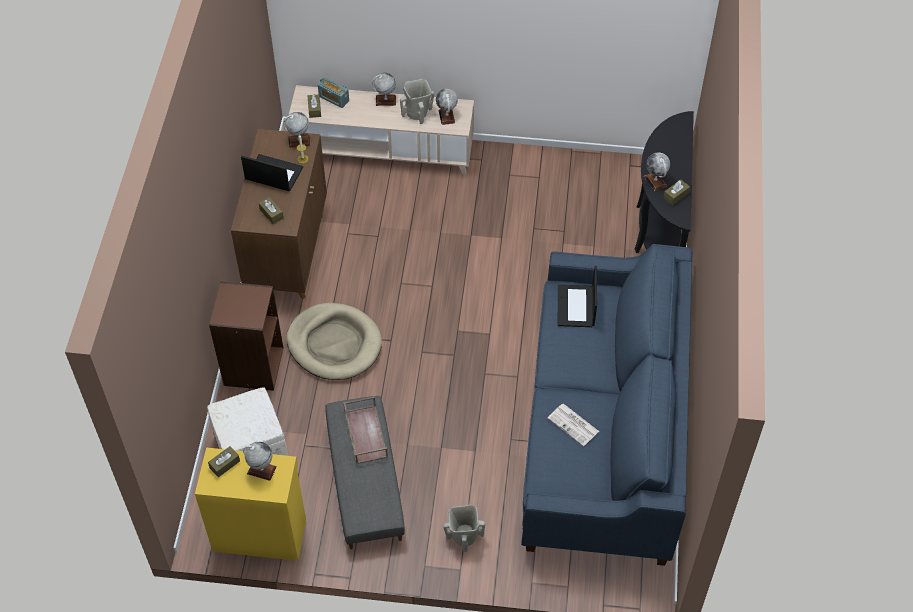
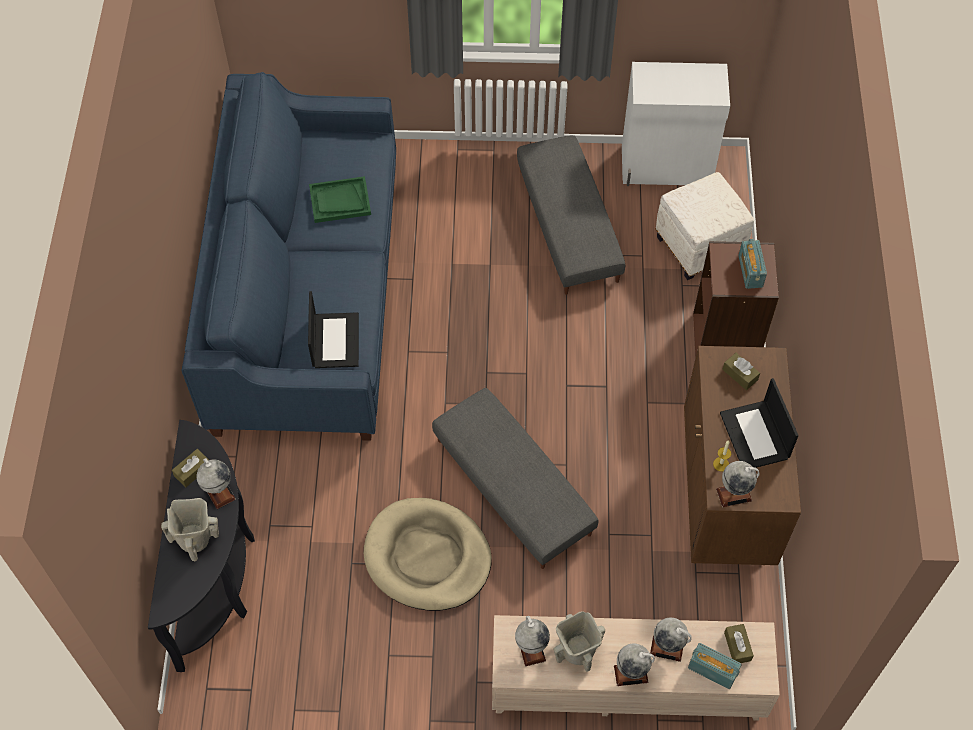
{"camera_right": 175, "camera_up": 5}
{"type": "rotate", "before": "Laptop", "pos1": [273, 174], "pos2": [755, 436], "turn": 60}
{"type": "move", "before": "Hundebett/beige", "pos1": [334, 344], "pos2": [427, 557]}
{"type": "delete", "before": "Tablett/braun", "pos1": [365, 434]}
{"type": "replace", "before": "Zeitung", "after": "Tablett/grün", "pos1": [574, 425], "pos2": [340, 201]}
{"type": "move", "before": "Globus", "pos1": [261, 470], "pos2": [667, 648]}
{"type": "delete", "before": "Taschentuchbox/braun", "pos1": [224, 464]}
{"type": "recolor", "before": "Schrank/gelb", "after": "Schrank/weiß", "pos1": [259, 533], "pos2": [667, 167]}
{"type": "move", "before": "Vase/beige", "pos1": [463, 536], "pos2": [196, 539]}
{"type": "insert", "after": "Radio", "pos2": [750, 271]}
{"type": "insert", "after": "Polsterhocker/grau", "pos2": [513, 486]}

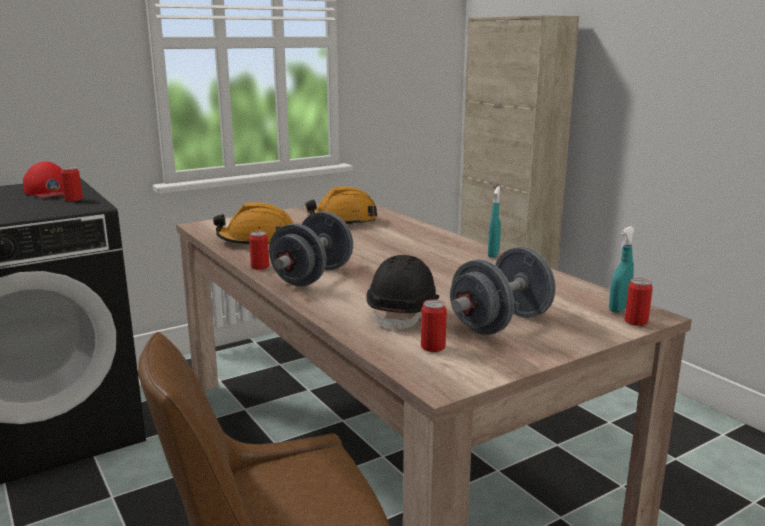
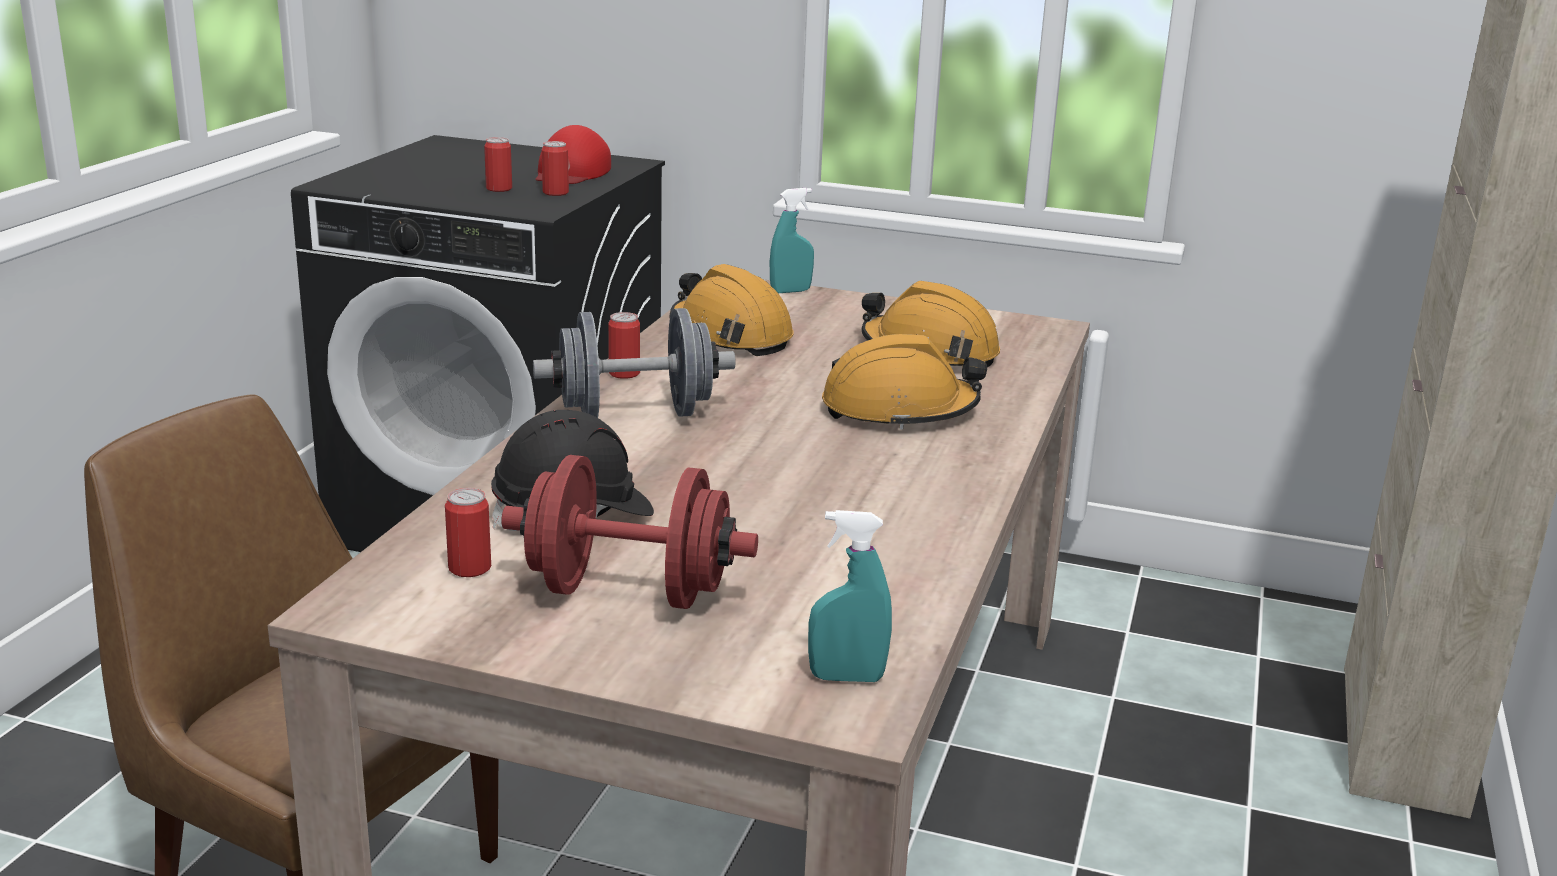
{"camera_right": 50, "camera_up": 5}
{"type": "move", "before": "Sprühflasche/türkis", "pos1": [493, 254], "pos2": [790, 291]}
{"type": "recolor", "before": "Hantel/grau", "after": "Hantel/rot", "pos1": [501, 323], "pos2": [629, 592]}
{"type": "move", "before": "Dose", "pos1": [636, 321], "pos2": [499, 189]}
{"type": "insert", "after": "Schutzhelm/orange", "pos2": [899, 410]}

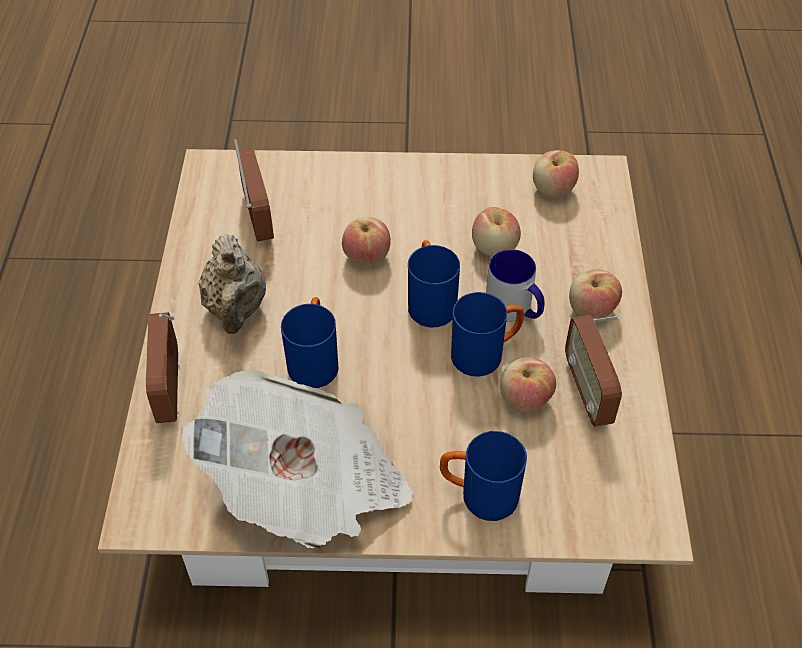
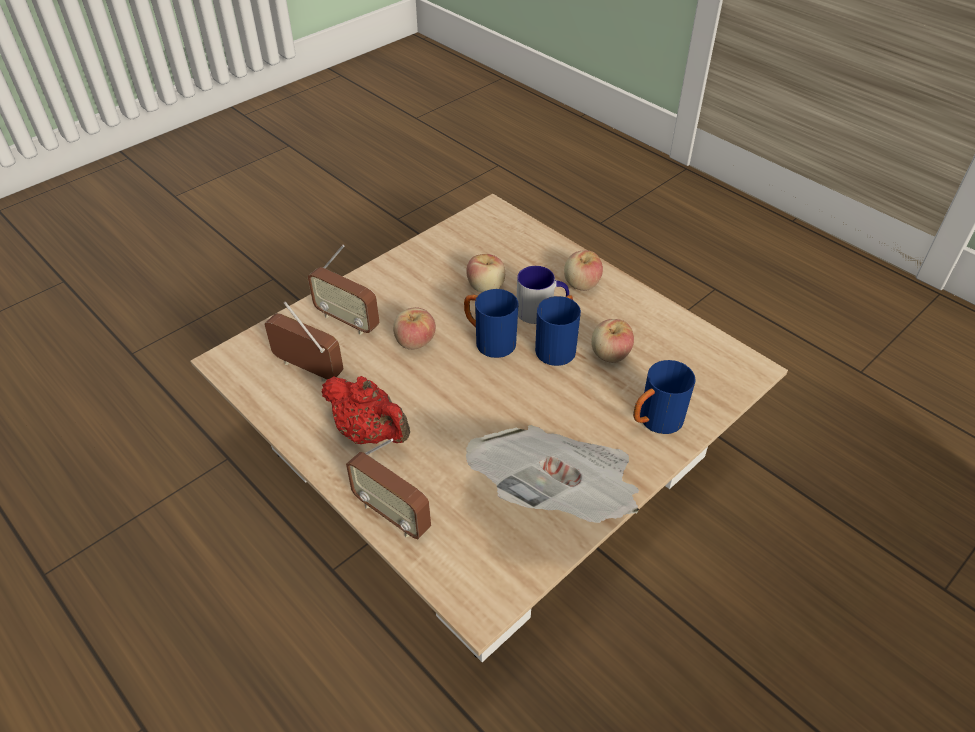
{"camera_right": -45, "camera_up": -5}
{"type": "delete", "before": "Apfel", "pos1": [553, 189]}
{"type": "recolor", "before": "Teekanne/beige", "after": "Teekanne/rot", "pos1": [236, 309], "pos2": [370, 433]}
{"type": "delete", "before": "Henkelbecher/blau", "pos1": [314, 360]}
{"type": "move", "before": "Radio", "pos1": [588, 392], "pos2": [347, 320]}

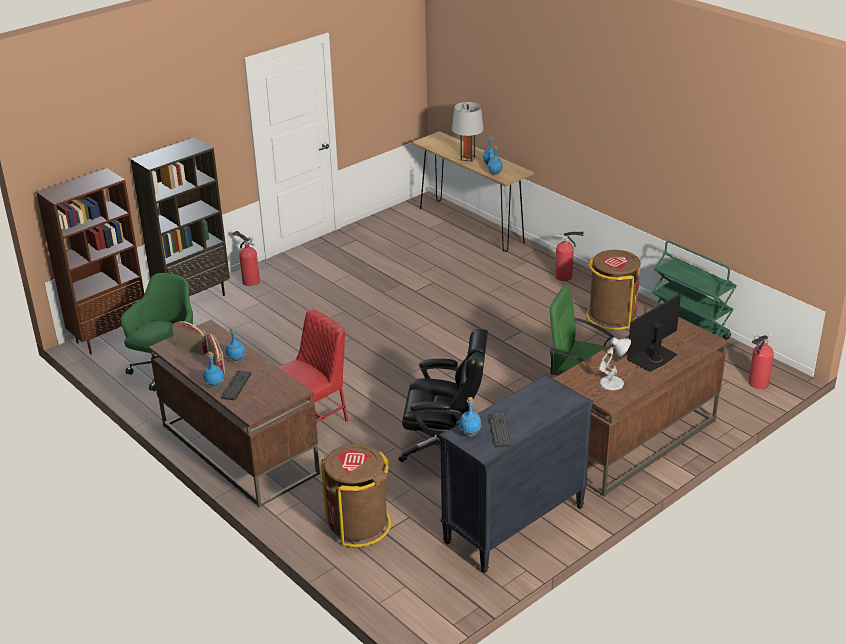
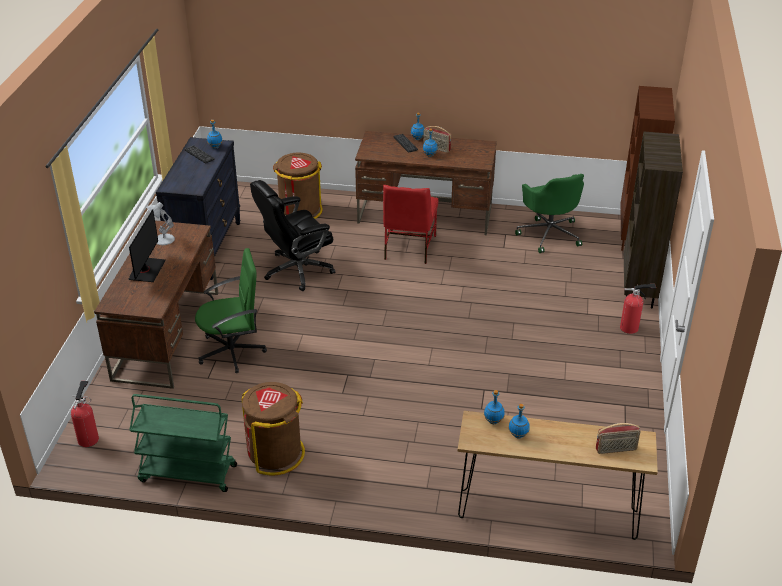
{"camera_right": 140, "camera_up": 5}
{"type": "delete", "before": "Tischlampe/grau", "pos1": [467, 158]}
{"type": "delete", "before": "Feuerlöscher", "pos1": [565, 276]}
{"type": "move", "before": "Radio", "pos1": [192, 348], "pos2": [616, 449]}

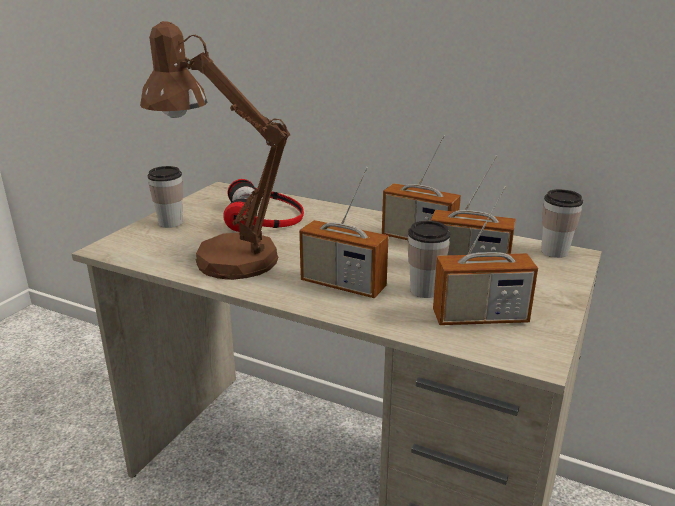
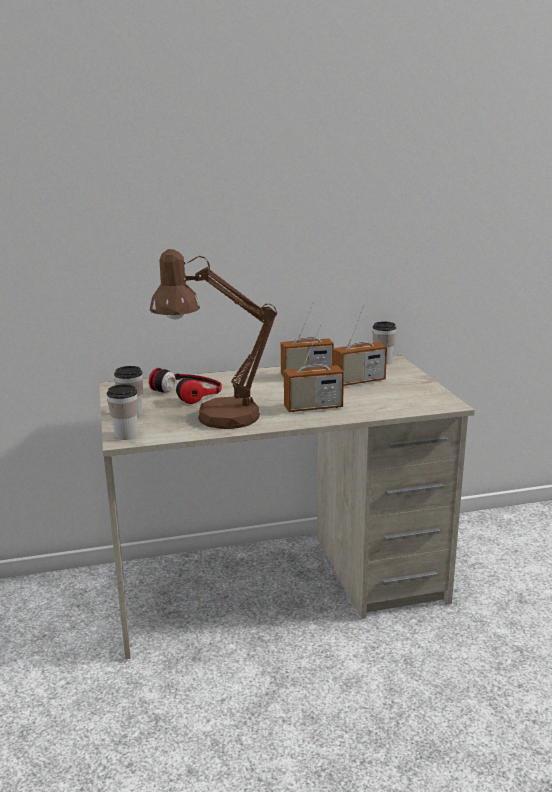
{"camera_right": -40, "camera_up": -5}
{"type": "delete", "before": "Radio", "pos1": [480, 318]}
{"type": "move", "before": "Tasse", "pos1": [425, 290], "pos2": [126, 435]}

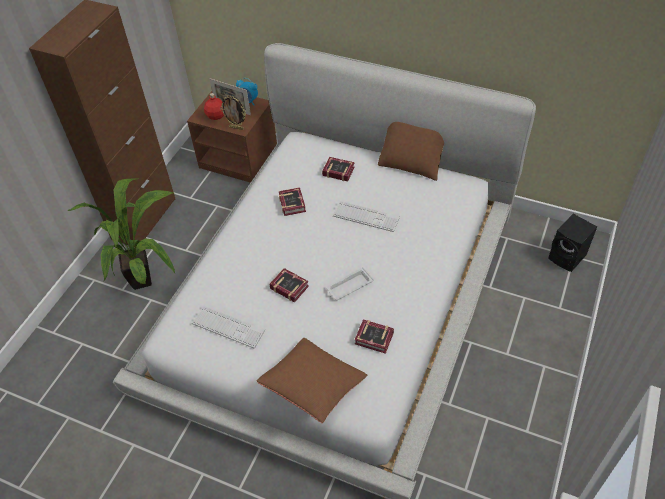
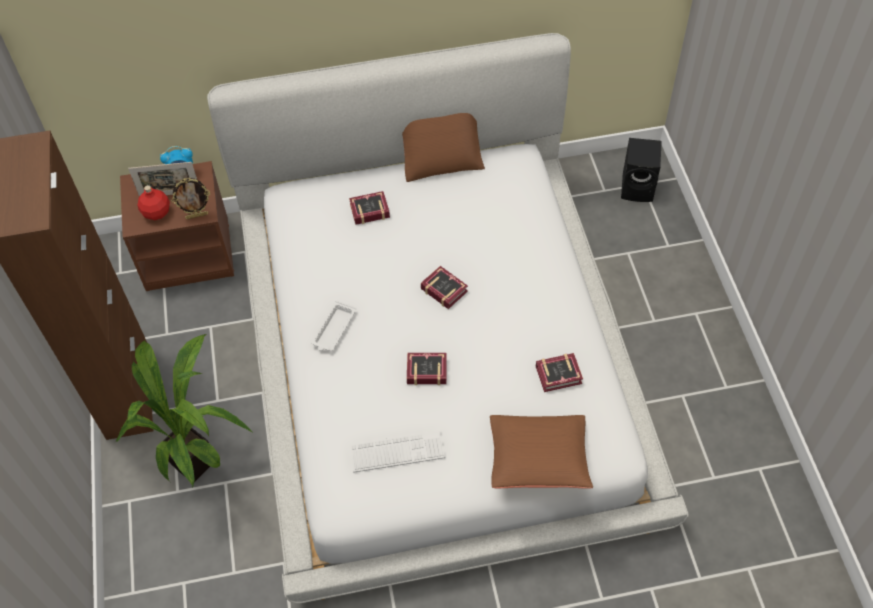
{"camera_right": -35, "camera_up": 5}
{"type": "move", "before": "Buch", "pos1": [293, 203], "pos2": [443, 288]}
{"type": "delete", "before": "Tastatur", "pos1": [366, 216]}
{"type": "move", "before": "Tablett/weiß", "pos1": [349, 286], "pos2": [333, 329]}

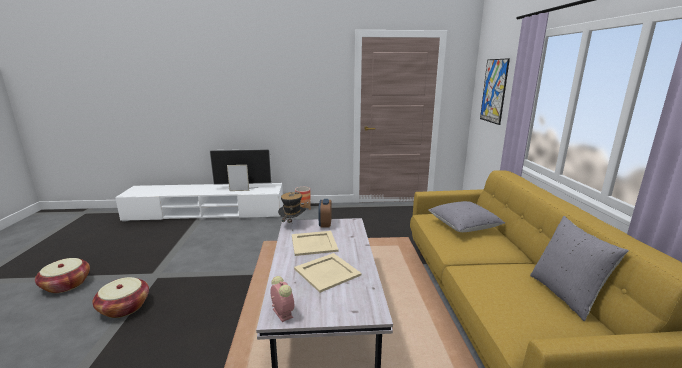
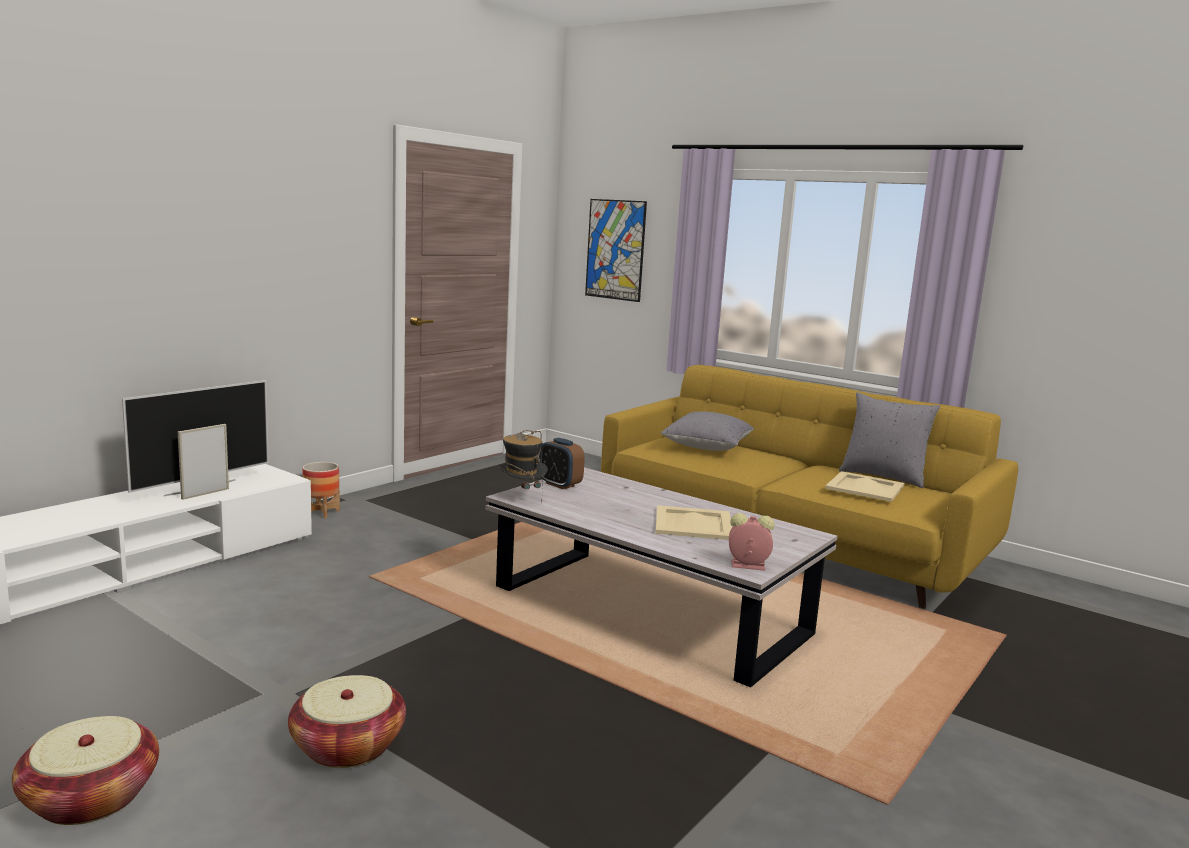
{"camera_right": -50, "camera_up": -5}
{"type": "move", "before": "Tablett/beige", "pos1": [314, 243], "pos2": [864, 487]}

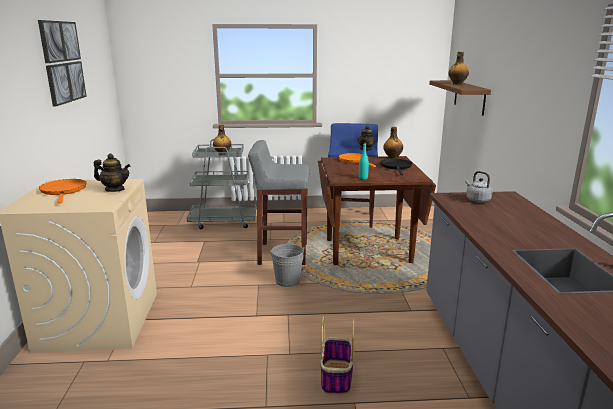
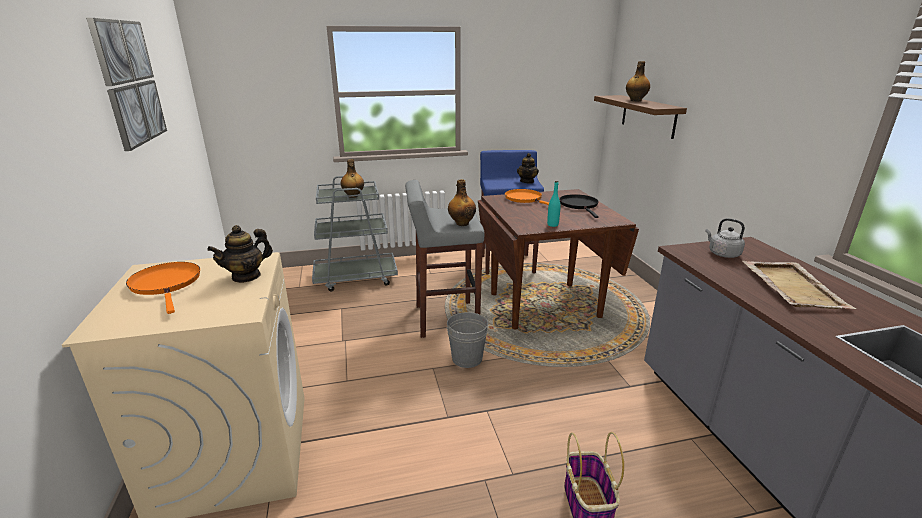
{"camera_right": -10, "camera_up": 5}
{"type": "move", "before": "Flasche", "pos1": [392, 158], "pos2": [462, 223]}
{"type": "rotate", "before": "Teekanne", "pos1": [115, 190], "pos2": [246, 276], "turn": 135}
{"type": "insert", "after": "Tablett/beige", "pos2": [791, 286]}

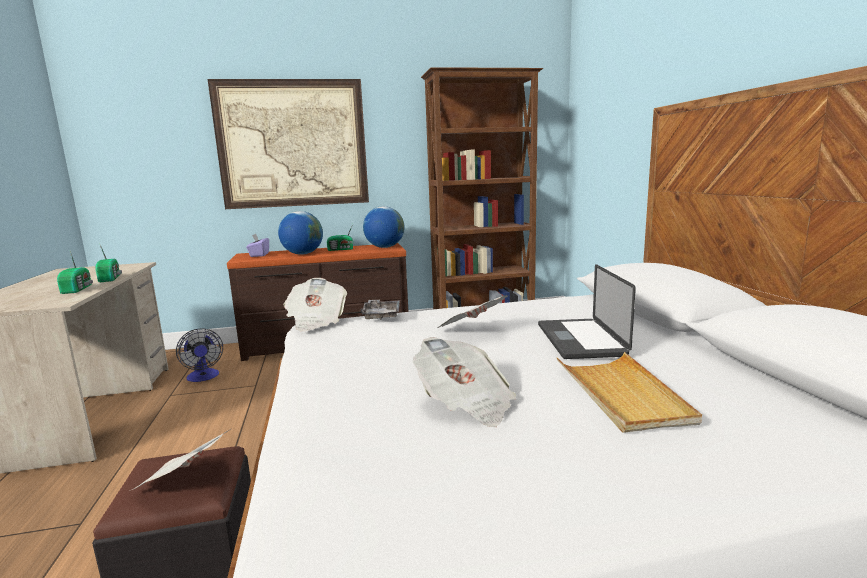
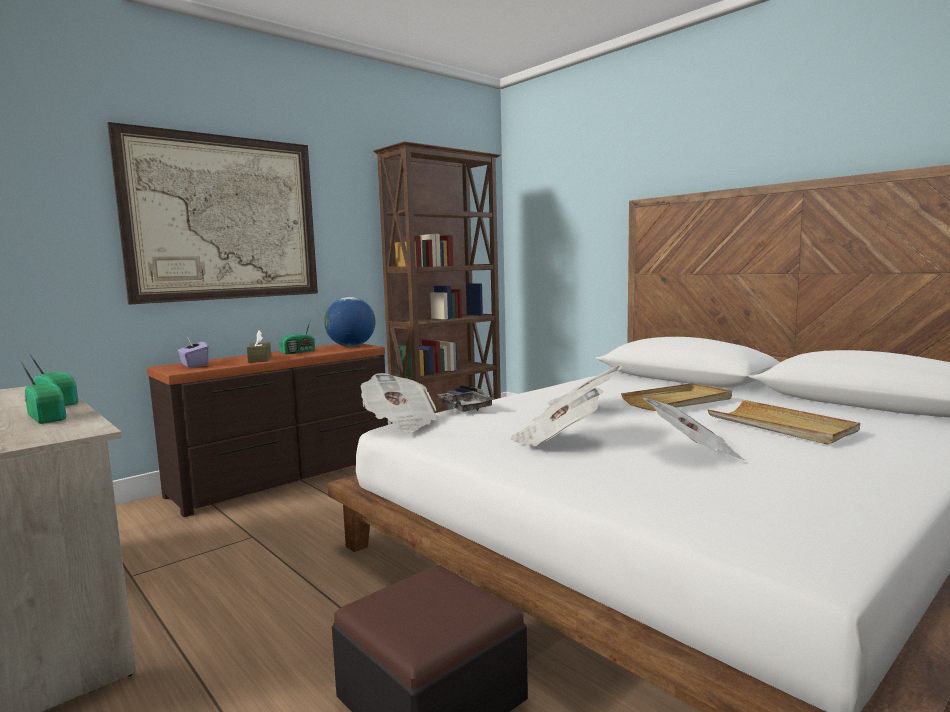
{"camera_right": -30, "camera_up": -5}
{"type": "replace", "before": "Globus", "after": "Taschentuchbox/braun", "pos1": [302, 254], "pos2": [259, 359]}
{"type": "replace", "before": "Laptop", "after": "Tablett/beige", "pos1": [580, 340], "pos2": [678, 401]}
{"type": "delete", "before": "Ventilator", "pos1": [203, 377]}
{"type": "move", "before": "Zeitung", "pos1": [186, 482], "pos2": [556, 440]}

